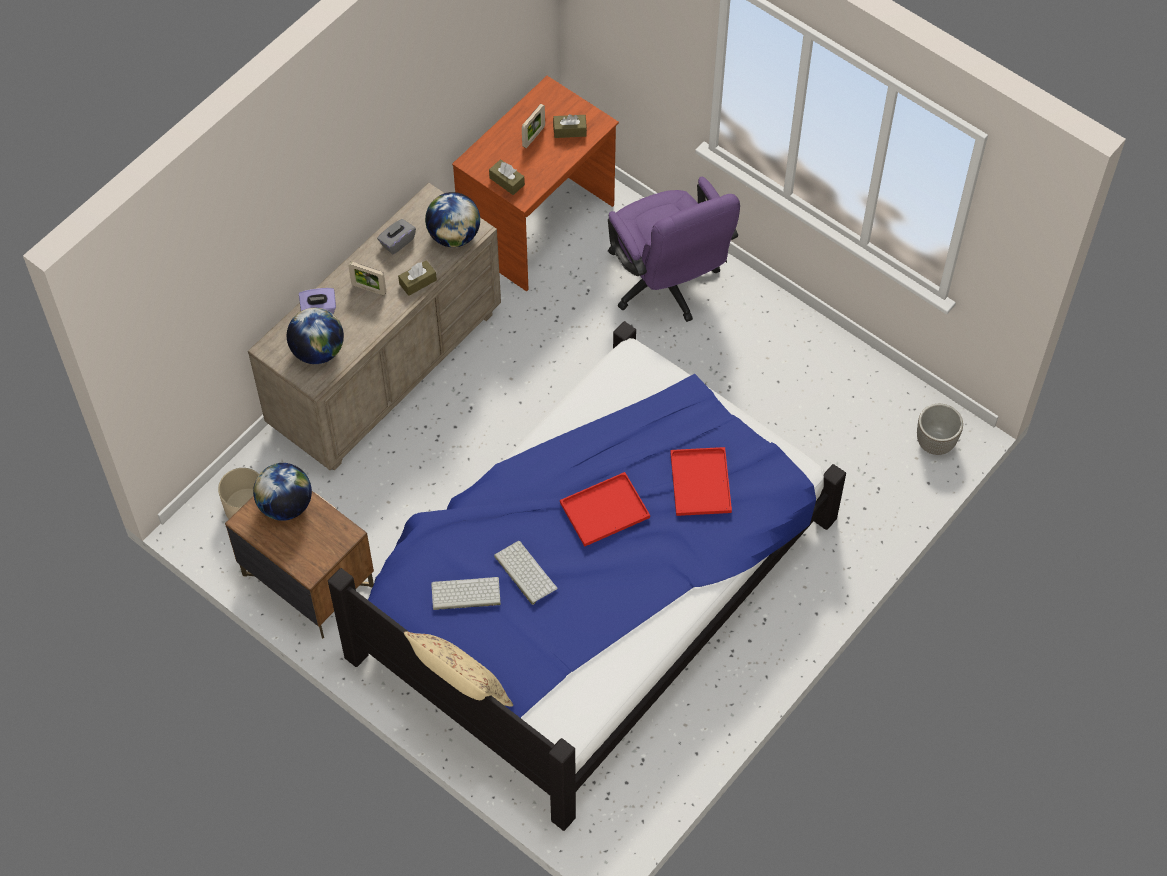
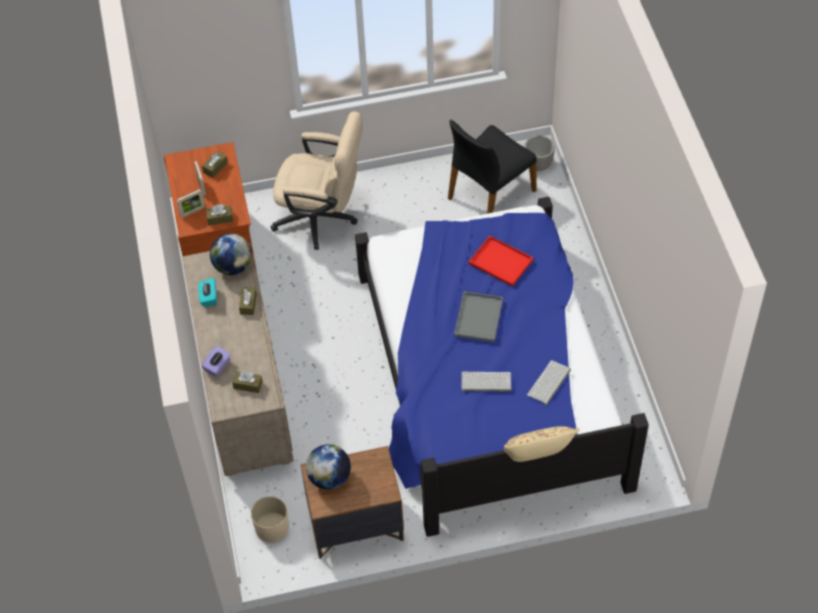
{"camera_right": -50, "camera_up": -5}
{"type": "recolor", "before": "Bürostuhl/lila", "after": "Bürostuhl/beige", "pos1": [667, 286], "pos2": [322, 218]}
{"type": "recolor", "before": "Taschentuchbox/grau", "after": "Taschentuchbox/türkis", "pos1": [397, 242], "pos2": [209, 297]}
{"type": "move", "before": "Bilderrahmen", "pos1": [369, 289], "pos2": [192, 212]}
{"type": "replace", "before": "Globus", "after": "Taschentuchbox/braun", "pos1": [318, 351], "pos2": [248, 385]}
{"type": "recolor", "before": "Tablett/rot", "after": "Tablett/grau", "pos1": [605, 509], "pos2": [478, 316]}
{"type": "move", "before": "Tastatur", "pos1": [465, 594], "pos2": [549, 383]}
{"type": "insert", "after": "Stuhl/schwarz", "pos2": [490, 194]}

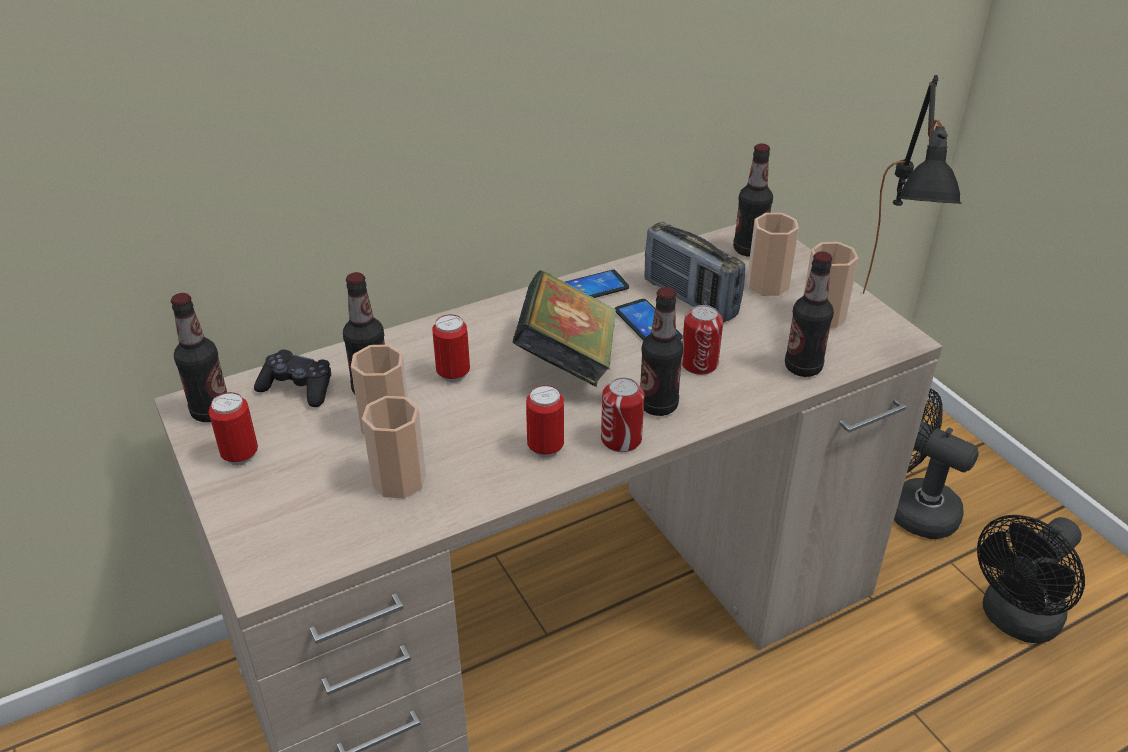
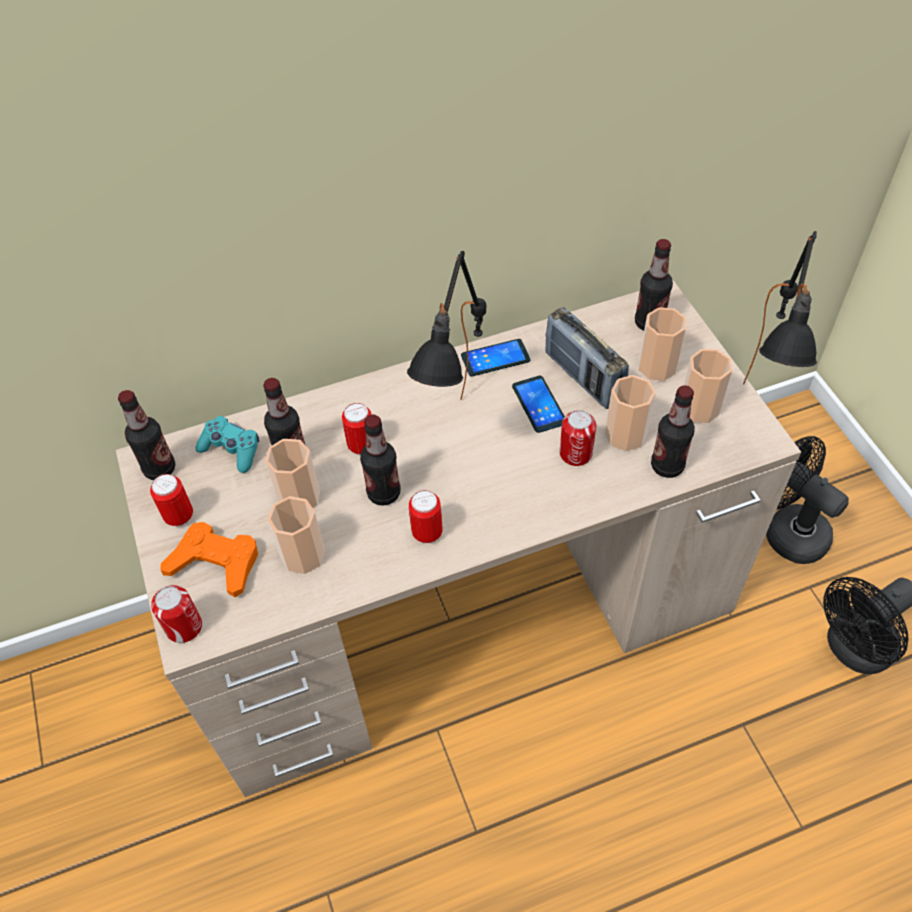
{"camera_right": 10, "camera_up": 15}
{"type": "replace", "before": "Buch", "after": "Tischlampe/schwarz", "pos1": [567, 361], "pos2": [461, 440]}
{"type": "move", "before": "Flasche", "pos1": [658, 405], "pos2": [384, 493]}
{"type": "recolor", "before": "Gamepad/schwarz", "after": "Gamepad/türkis", "pos1": [297, 388], "pos2": [231, 450]}
{"type": "move", "before": "Dose", "pos1": [621, 439], "pos2": [184, 627]}
{"type": "insert", "after": "Tasse", "pos2": [625, 435]}
{"type": "insert", "after": "Gamepad/orange", "pos2": [215, 563]}

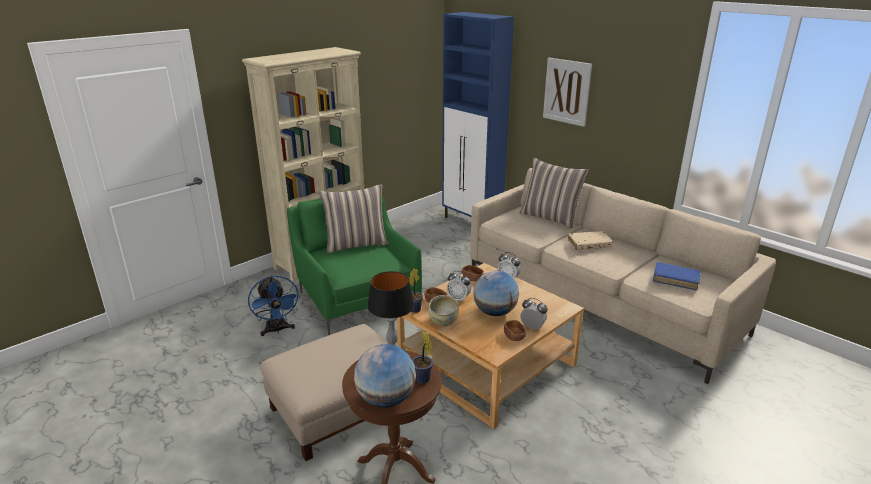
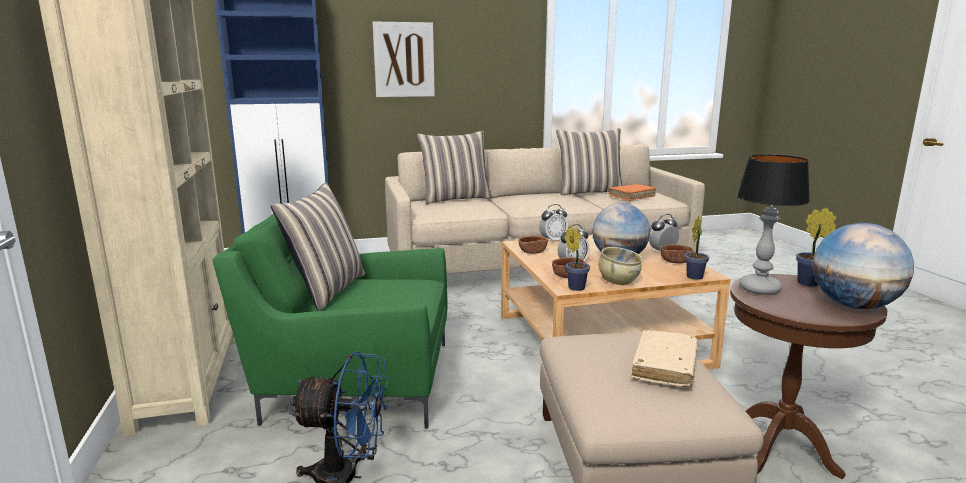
{"camera_right": -60, "camera_up": -10}
{"type": "move", "before": "Buch/beige", "pos1": [589, 245], "pos2": [664, 366]}
{"type": "recolor", "before": "Buch/blau", "after": "Buch/orange", "pos1": [675, 280], "pos2": [631, 197]}
{"type": "insert", "after": "Kissen", "pos2": [589, 192]}
{"type": "insert", "after": "Topfpflanze", "pos2": [695, 276]}

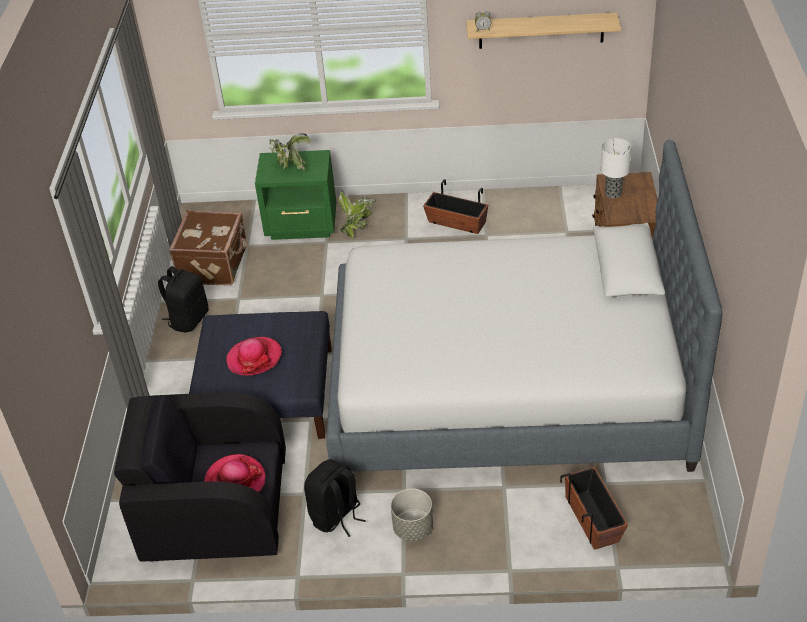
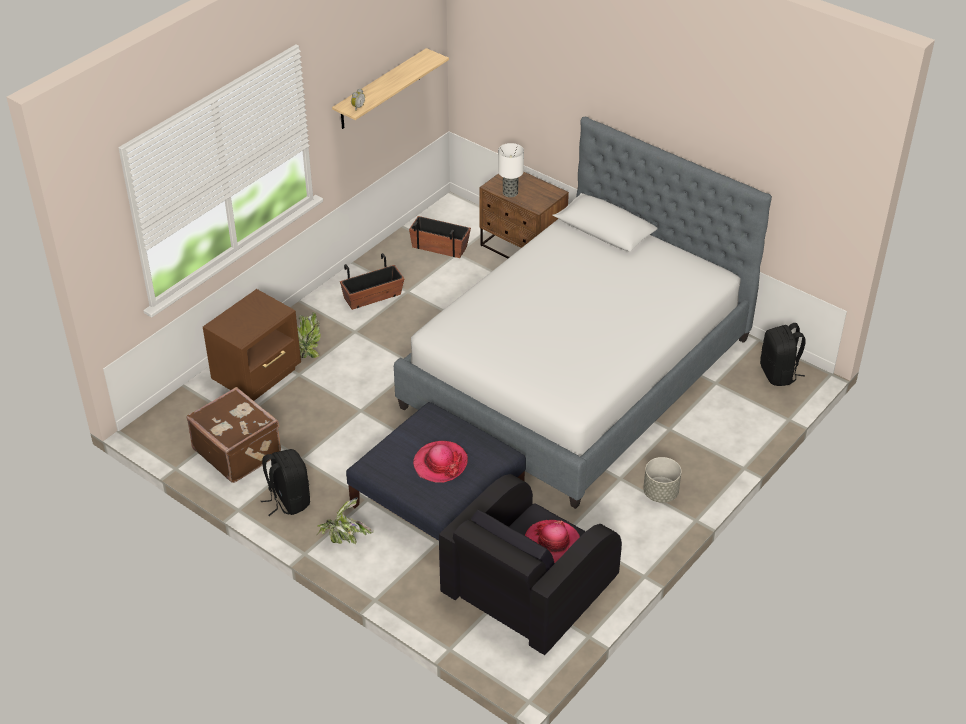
{"camera_right": -55, "camera_up": 0}
{"type": "move", "before": "Topfpflanze", "pos1": [290, 166], "pos2": [343, 539]}
{"type": "recolor", "before": "Nachttisch/grün", "after": "Nachttisch/braun", "pos1": [302, 225], "pos2": [259, 376]}
{"type": "move", "before": "Rucksack/schwarz", "pos1": [336, 516], "pos2": [779, 374]}
{"type": "move", "before": "Pflanzkübel", "pos1": [593, 519], "pos2": [440, 246]}

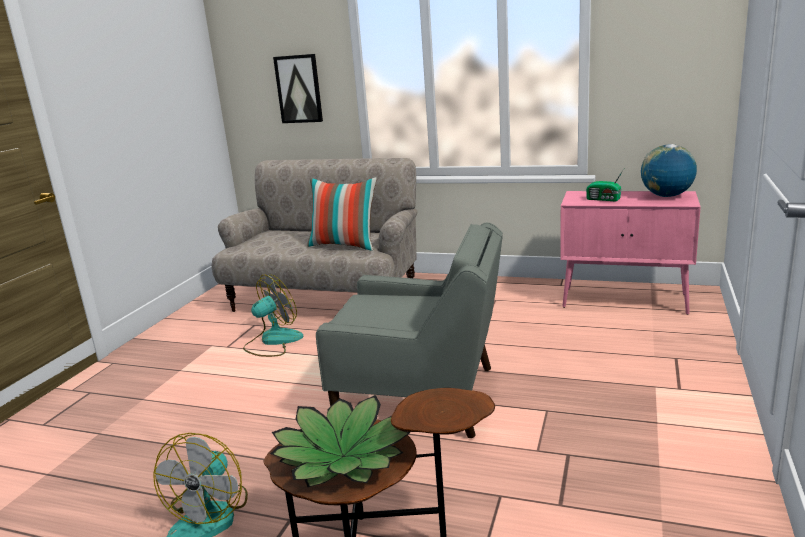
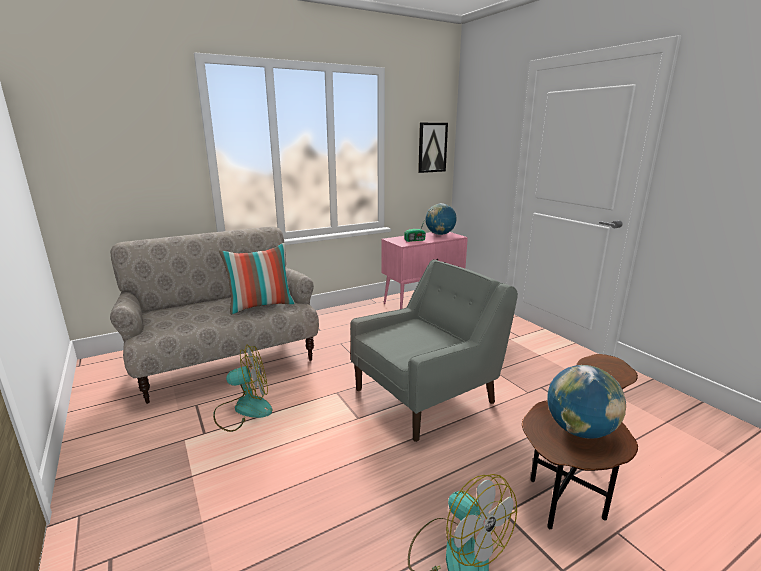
{"camera_right": -50, "camera_up": 0}
{"type": "move", "before": "Bild", "pos1": [299, 89], "pos2": [432, 147]}
{"type": "rotate", "before": "Ventilator", "pos1": [273, 341], "pos2": [244, 409], "turn": 75}
{"type": "replace", "before": "Topfpflanze", "after": "Globus", "pos1": [342, 457], "pos2": [579, 430]}

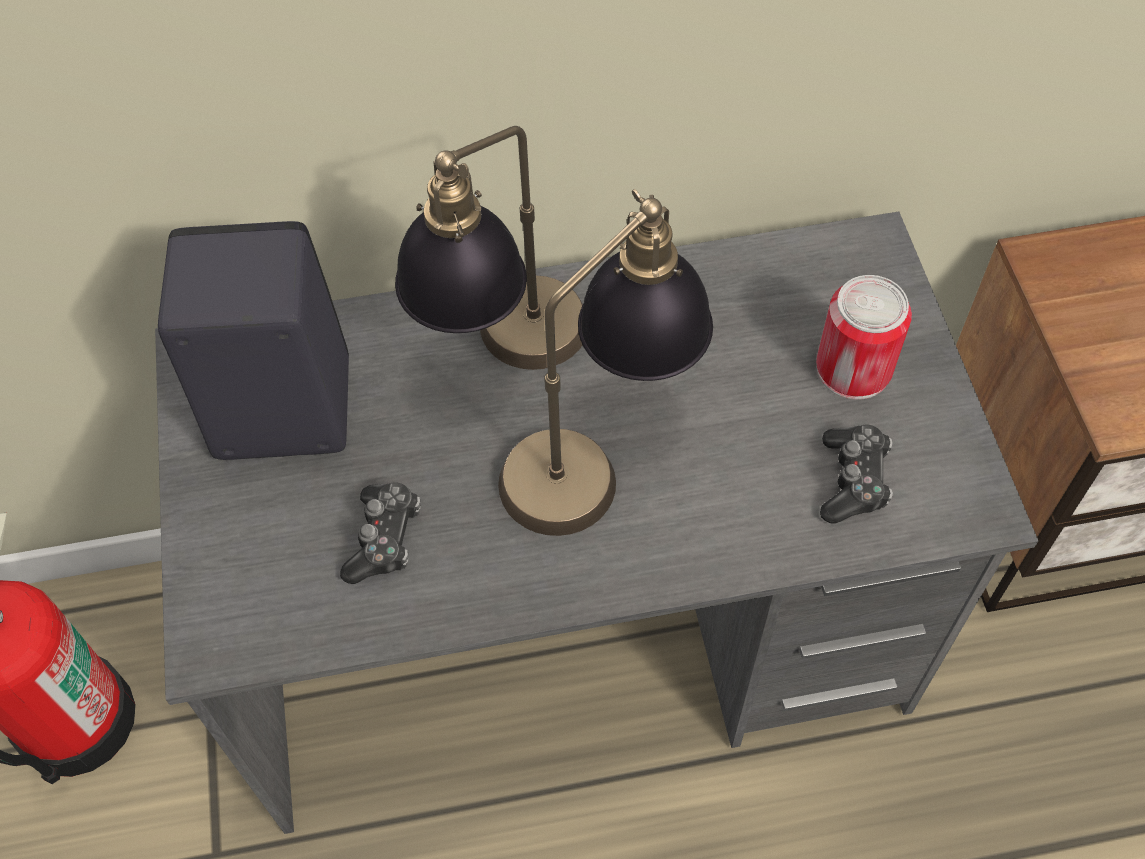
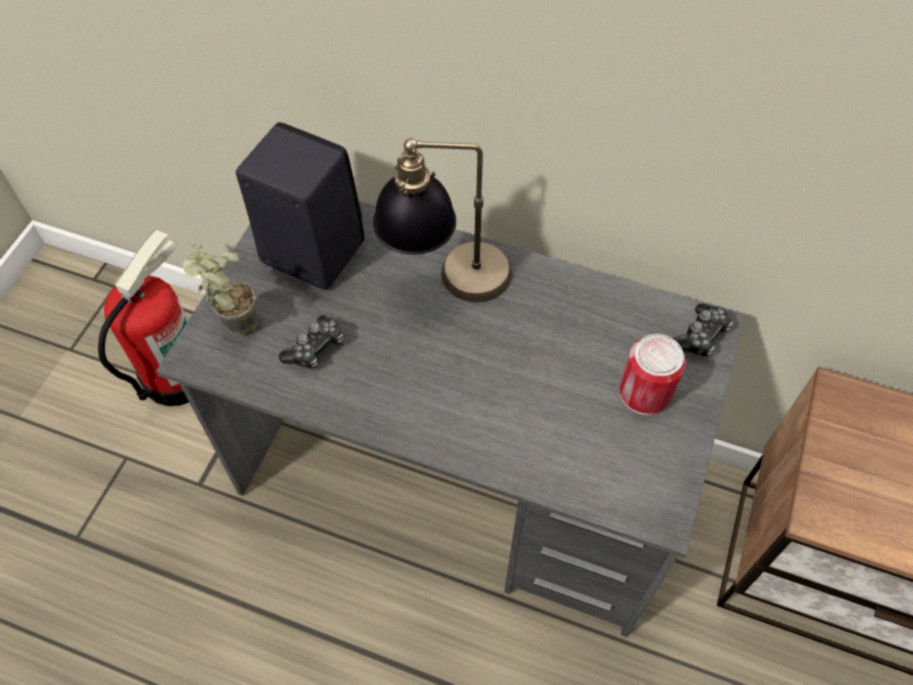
{"camera_right": 30, "camera_up": 0}
{"type": "delete", "before": "Tischlampe", "pos1": [599, 456]}
{"type": "move", "before": "Gamepad", "pos1": [853, 480], "pos2": [699, 336]}
{"type": "insert", "after": "Topfpflanze", "pos2": [232, 323]}

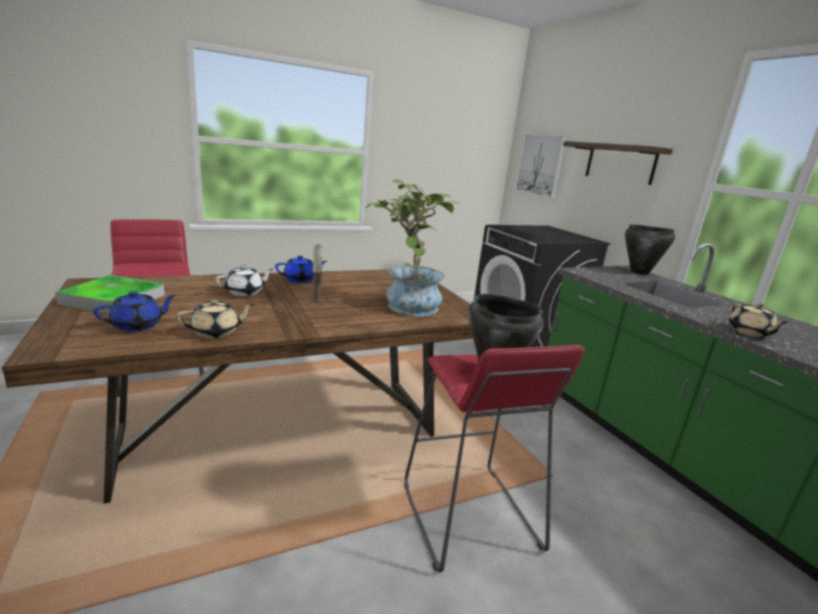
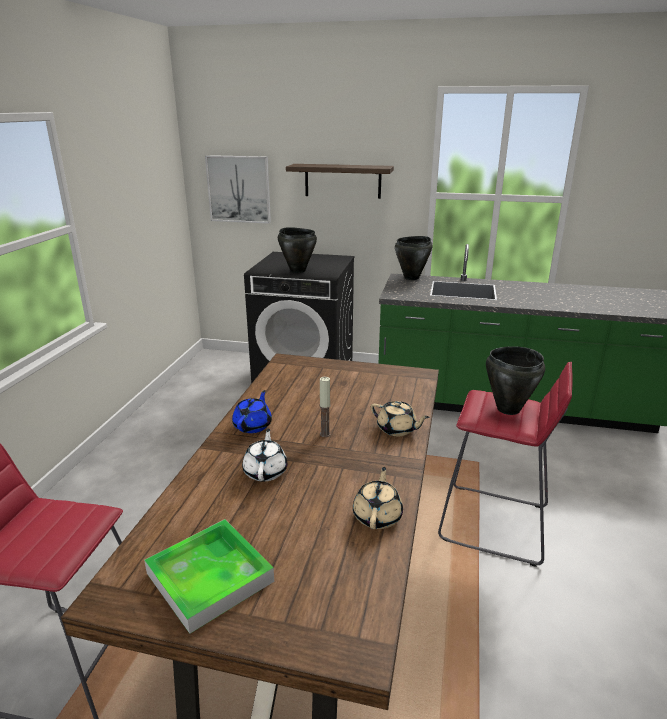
{"camera_right": -50, "camera_up": 5}
{"type": "delete", "before": "Topfpflanze", "pos1": [406, 304]}
{"type": "delete", "before": "Teekanne/blau", "pos1": [138, 325]}
{"type": "move", "before": "Teekanne/beige", "pos1": [749, 332], "pos2": [397, 429]}
{"type": "insert", "after": "Kochtopf/schwarz", "pos2": [297, 270]}

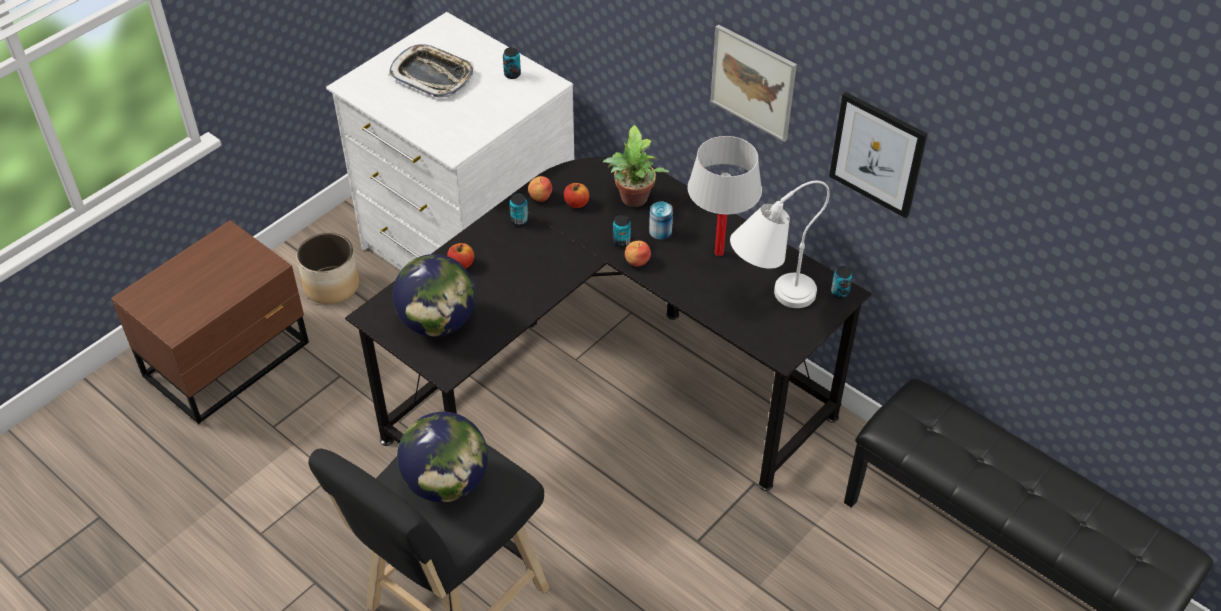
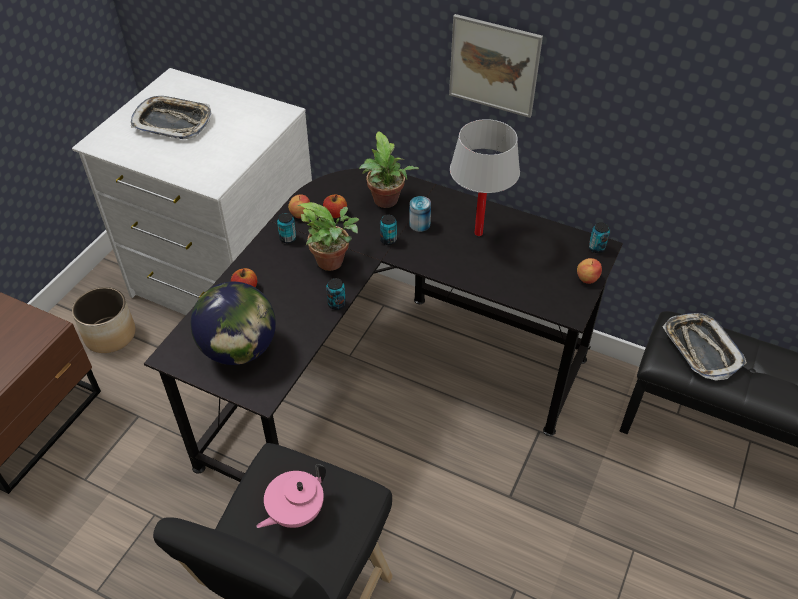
{"camera_right": -15, "camera_up": 0}
{"type": "move", "before": "Dose", "pos1": [512, 74], "pos2": [336, 304]}
{"type": "delete", "before": "Bild", "pos1": [877, 154]}
{"type": "delete", "before": "Tischlampe/weiß", "pos1": [768, 299]}
{"type": "move", "before": "Apfel", "pos1": [637, 261], "pos2": [587, 278]}
{"type": "replace", "before": "Globus", "after": "Teekanne/rosa", "pos1": [446, 482], "pos2": [295, 512]}
{"type": "insert", "after": "Topfpflanze", "pos2": [333, 262]}
{"type": "insert", "after": "Tablett", "pos2": [700, 349]}

